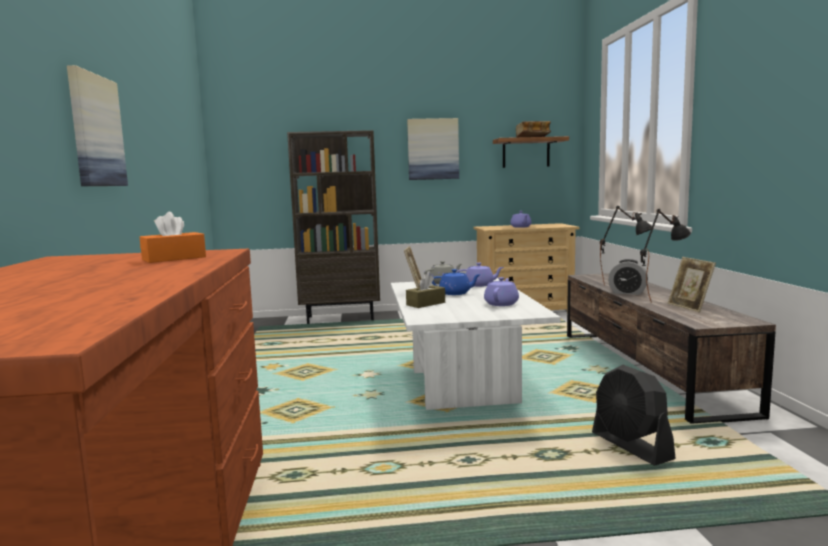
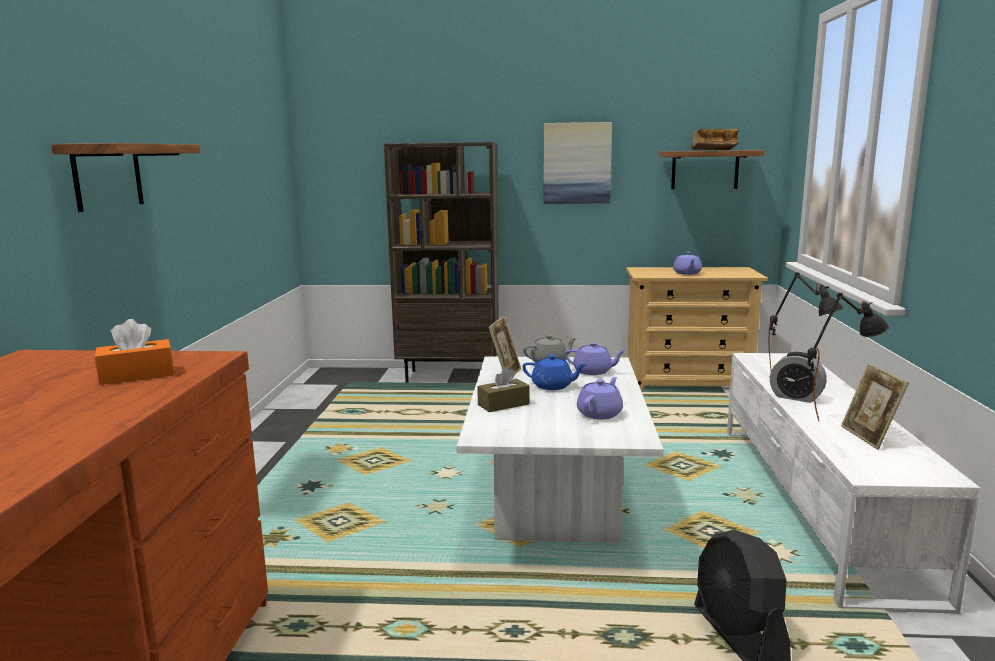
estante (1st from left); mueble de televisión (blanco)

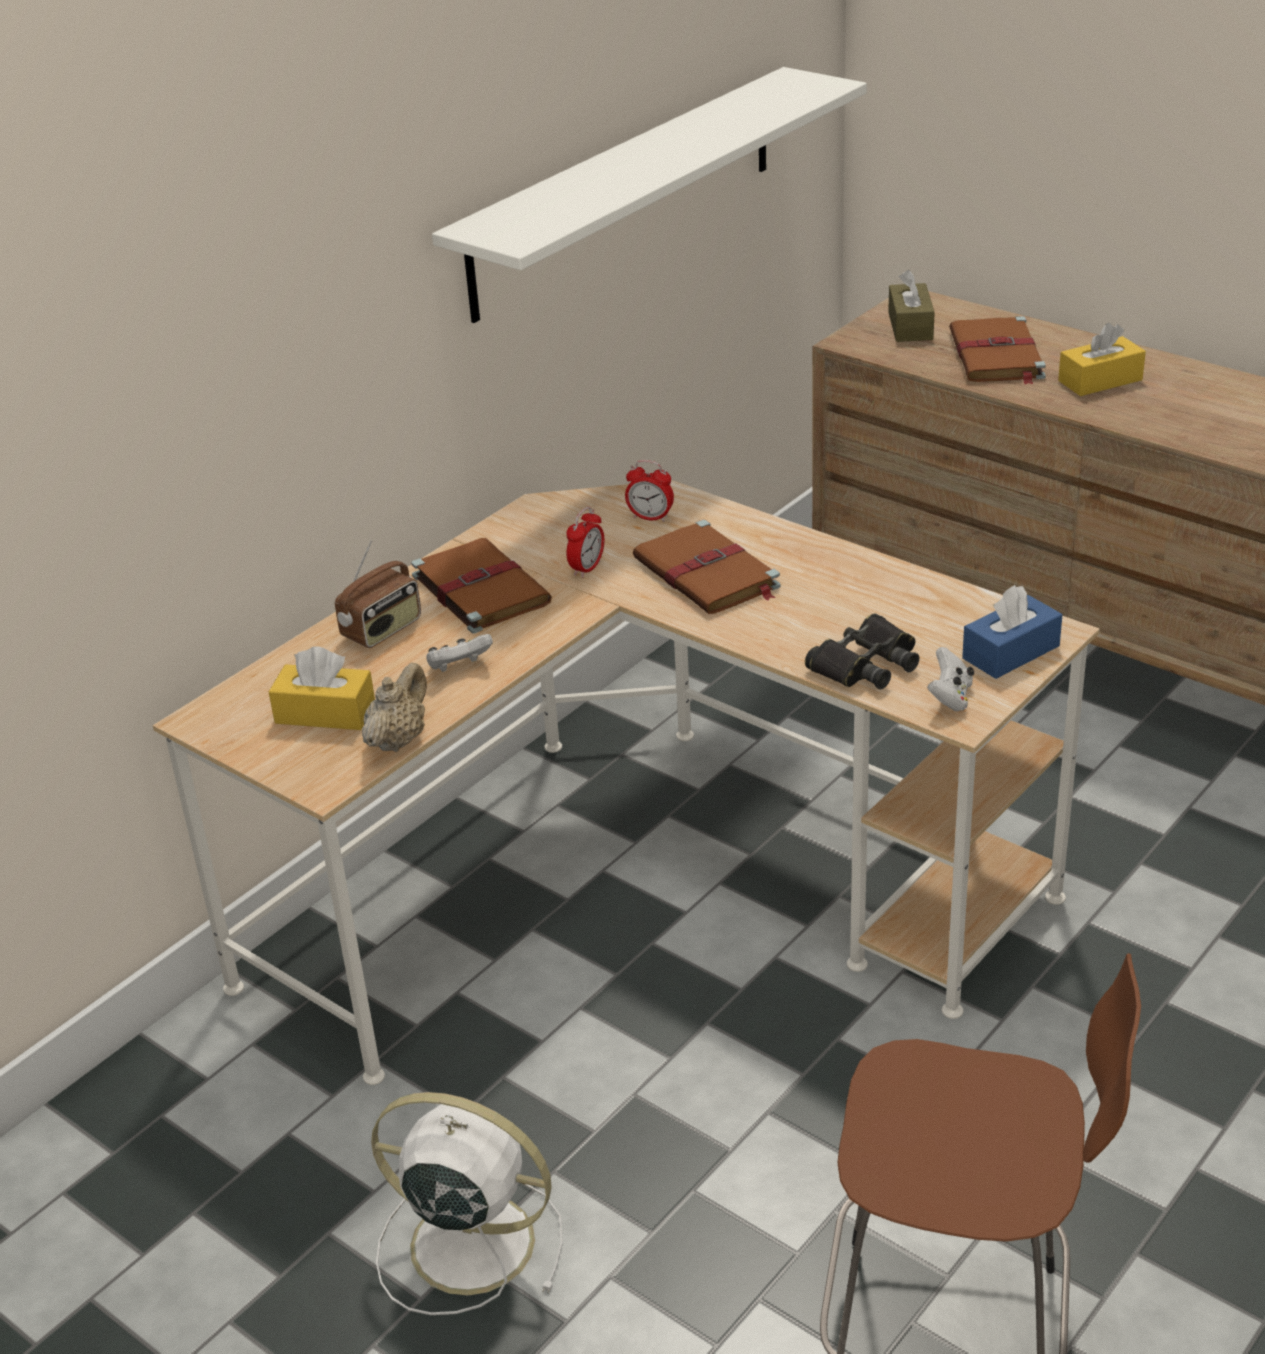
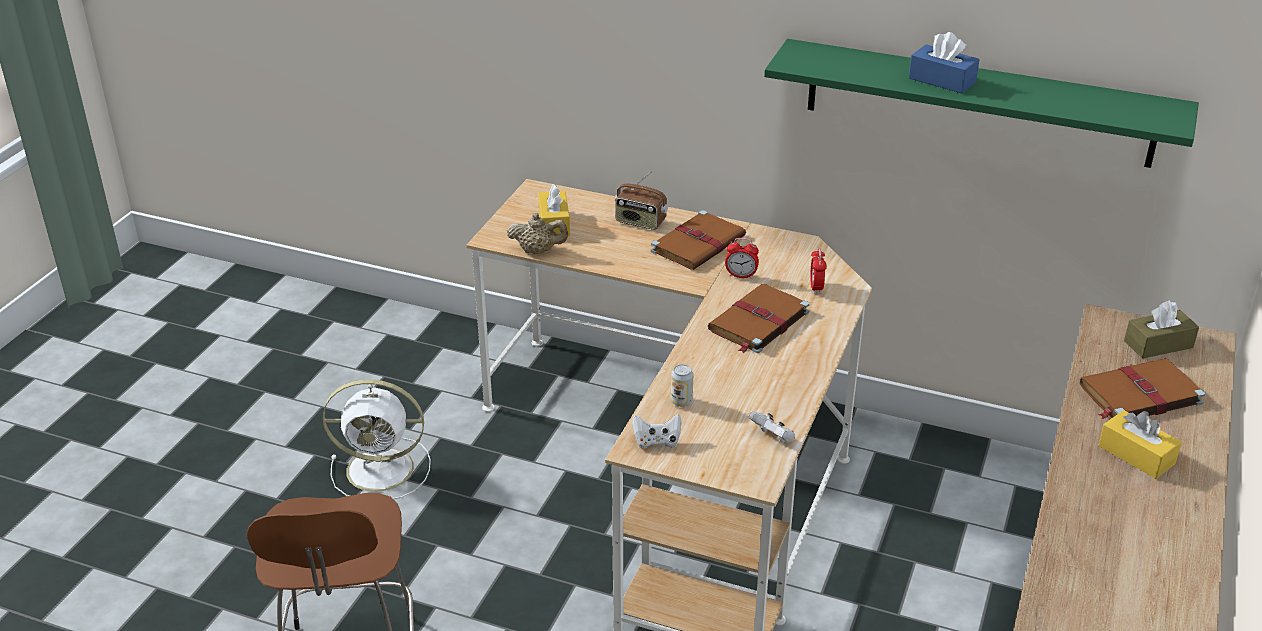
mando de consola (blanco) (2nd from left); caja de pañuelos (azul); lata; estante (verde); ventilador (blanco)

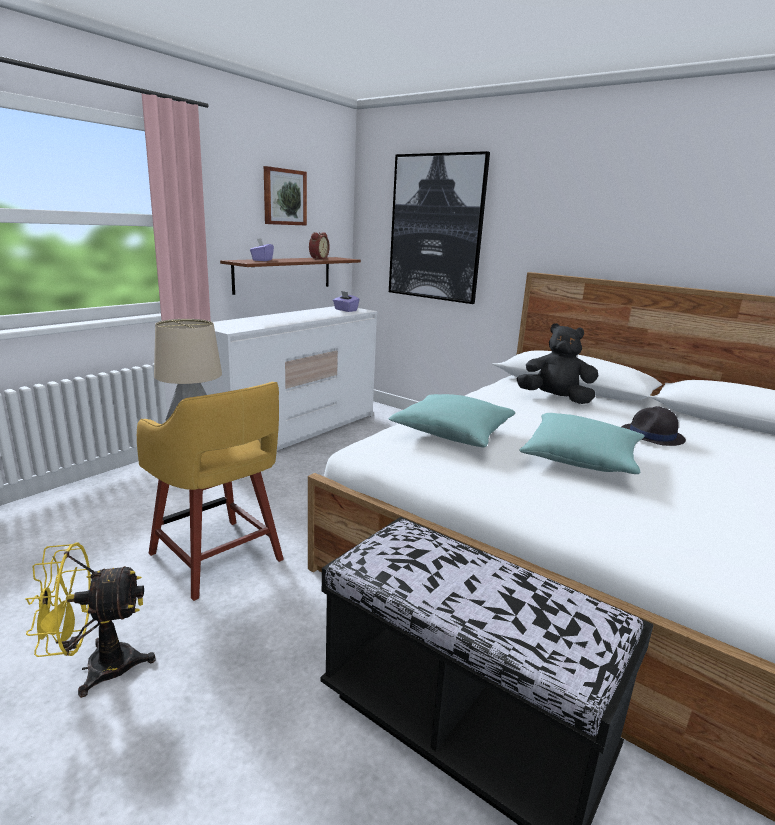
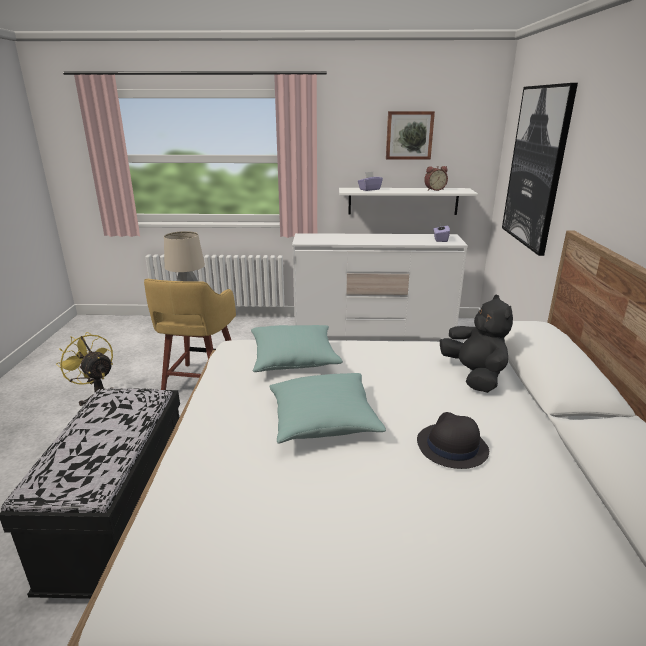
estante (blanco)

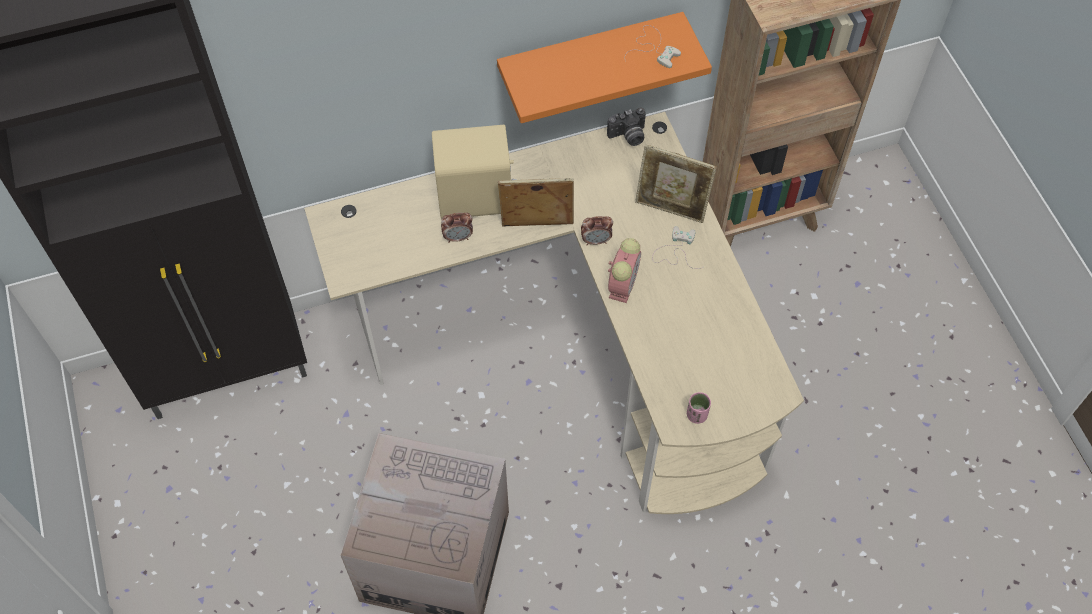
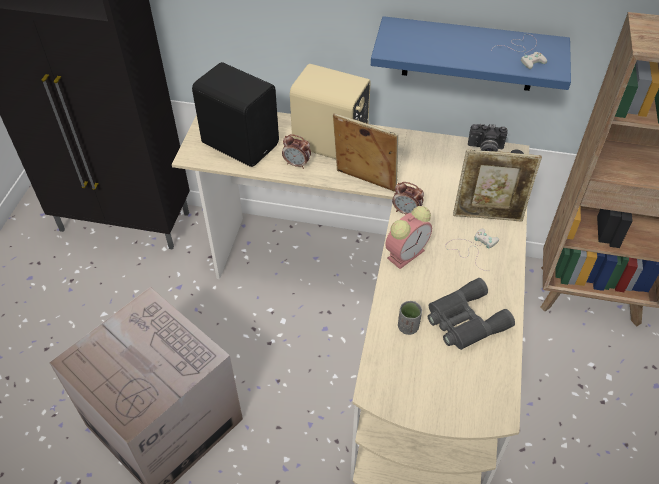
taza (rosa); altavoz (negro); taza (gris); prismáticos (gris); estante (azul); portarretratos (2nd from left)

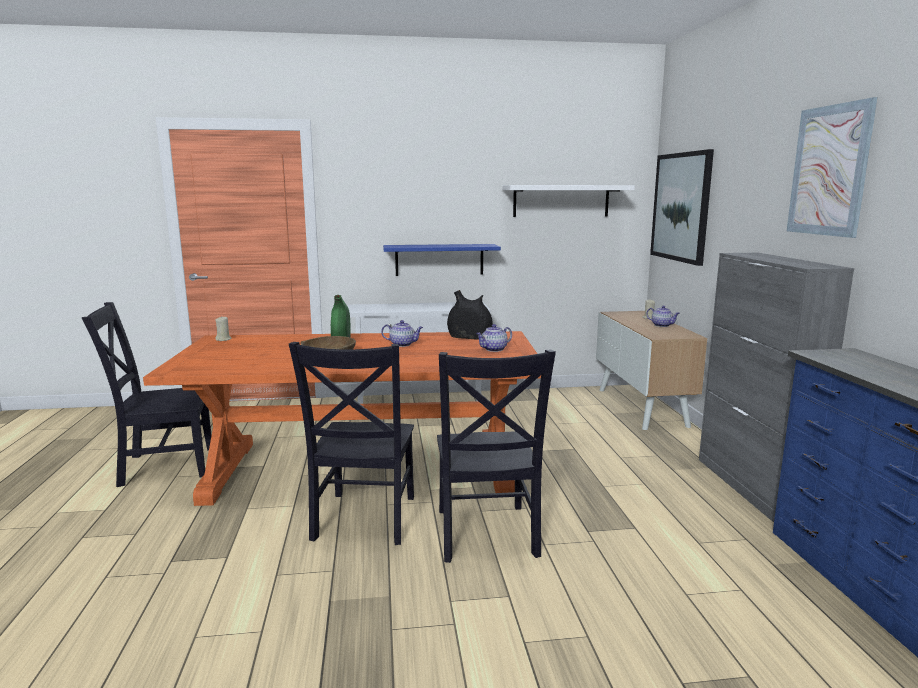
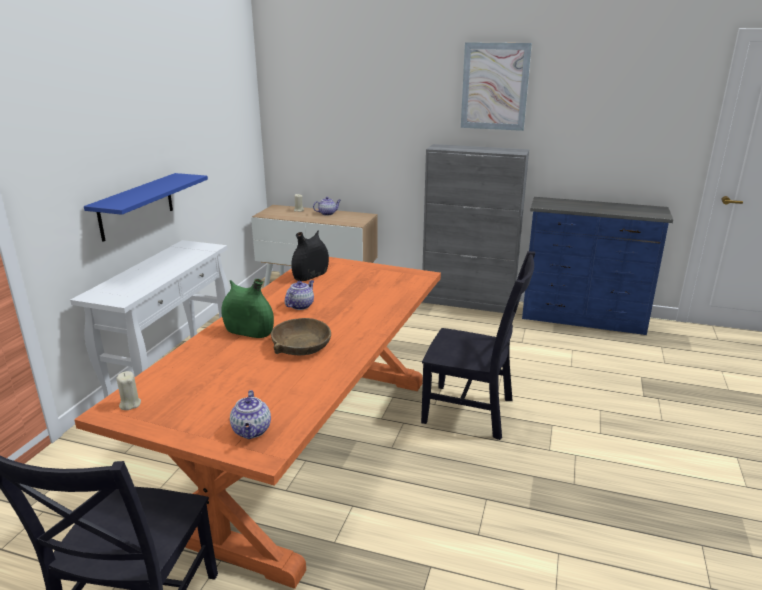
silla (negro) (2nd from left in the first image); estante (blanco); cuadro (1st from left in the first image); tetera (1st from left)

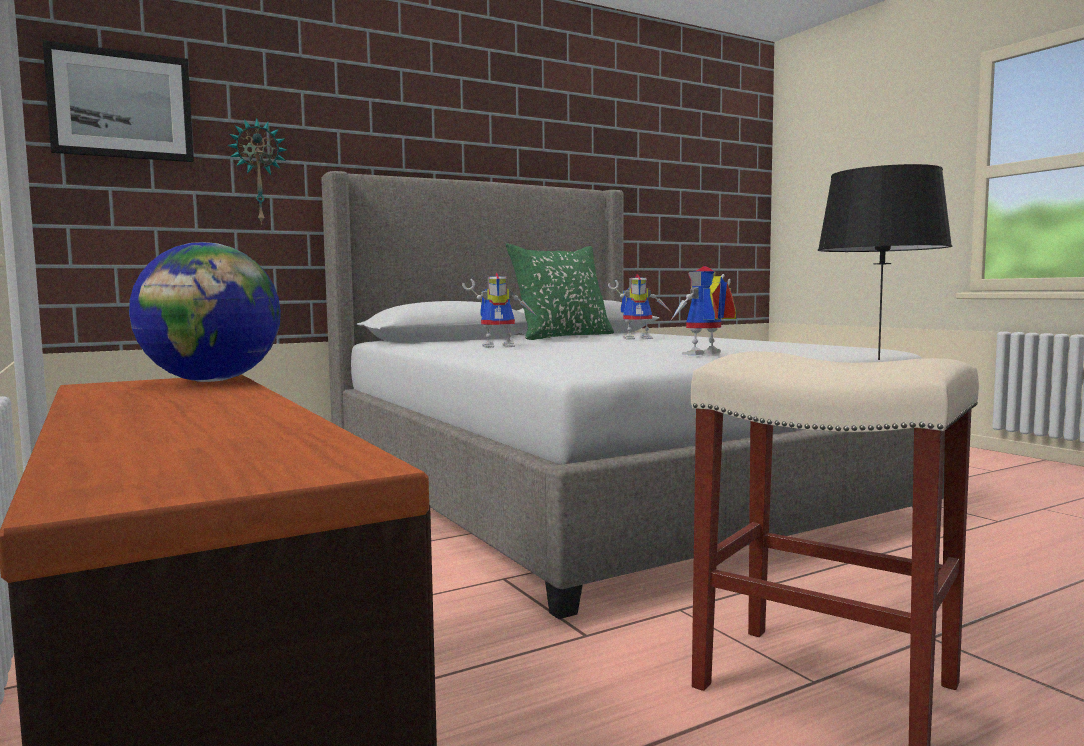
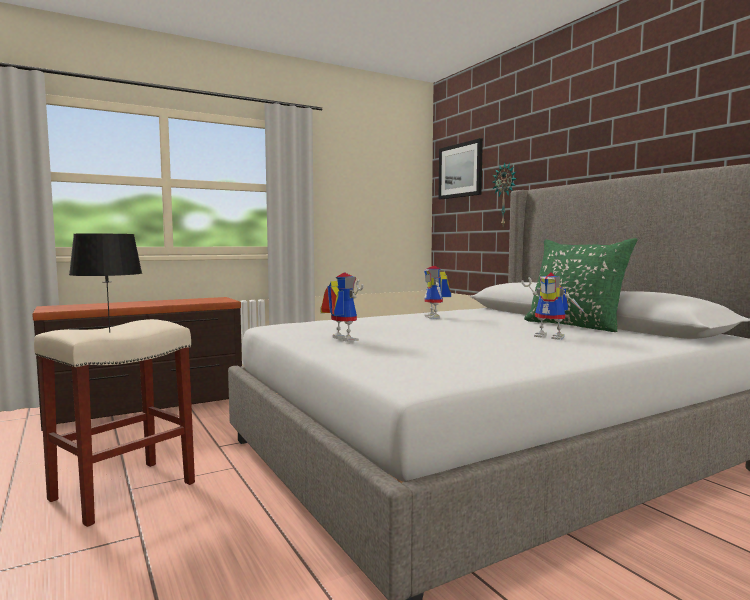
globo terráqueo; robot de juguete (3rd from left)

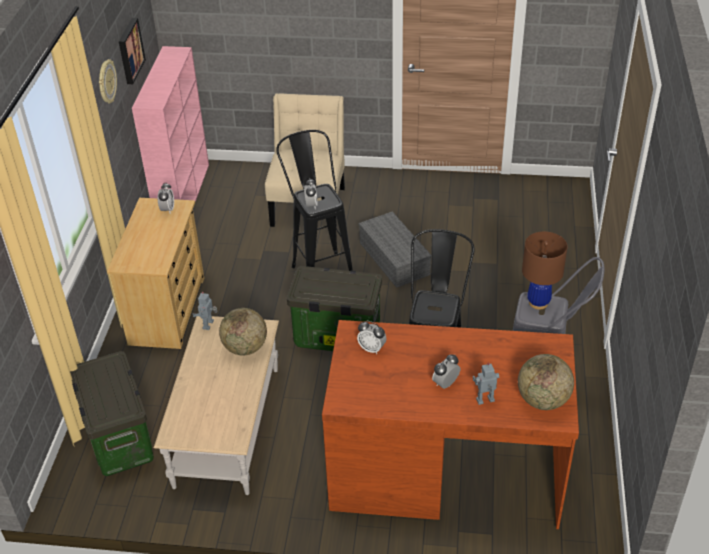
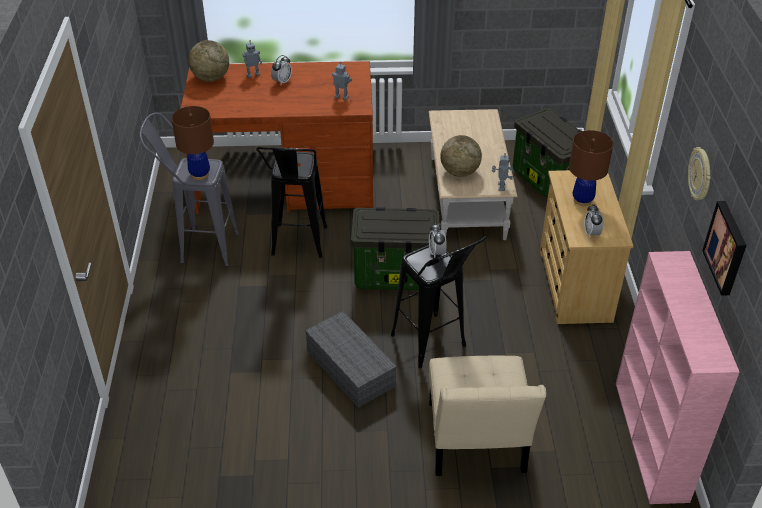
lámpara de mesa (marrón) (2nd from left); robot de juguete (2nd from left)

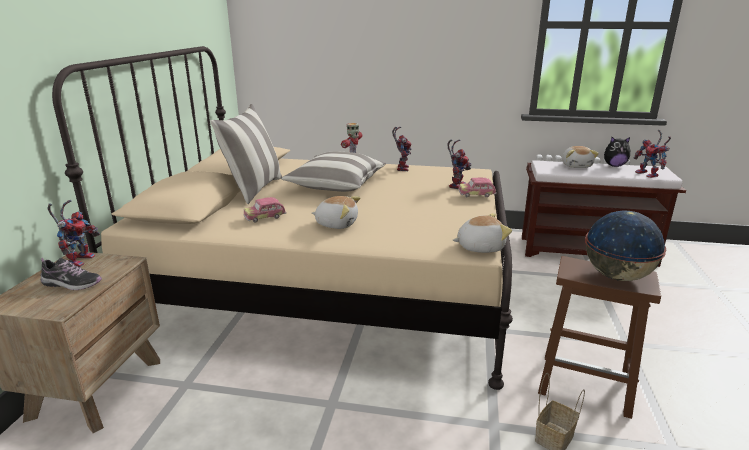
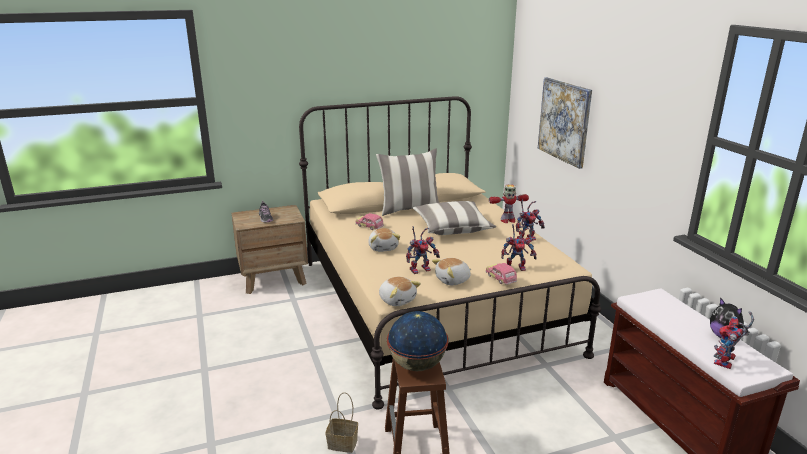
cuadro; robot de juguete (1st from left); peluche (3rd from left)

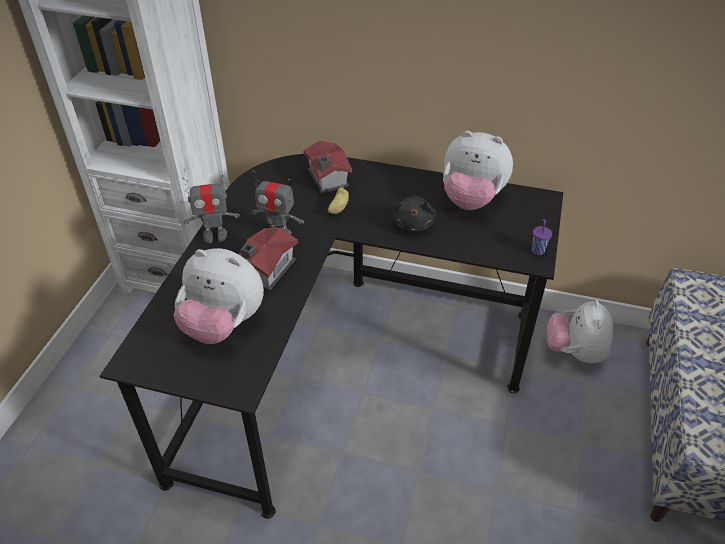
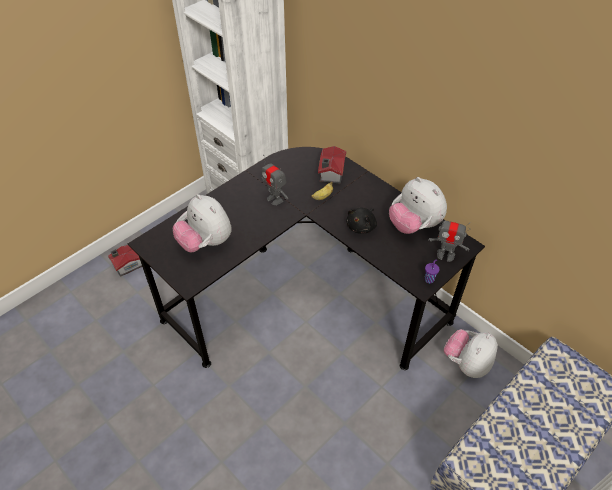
robot de juguete (2nd from left); casita (1st from left)

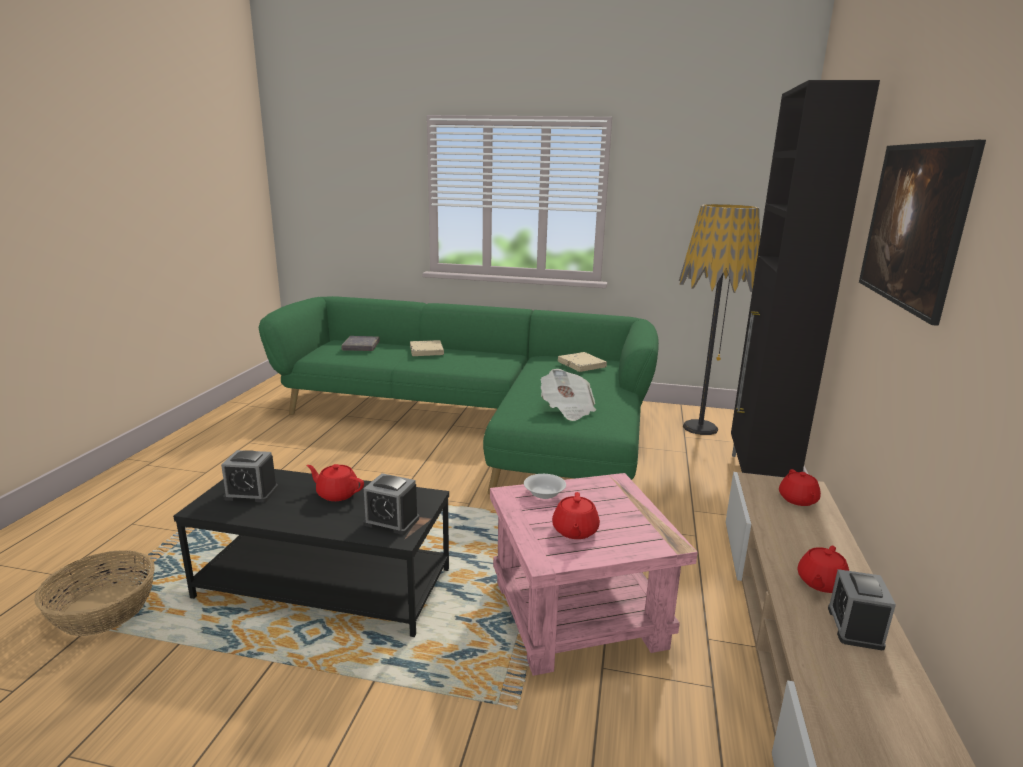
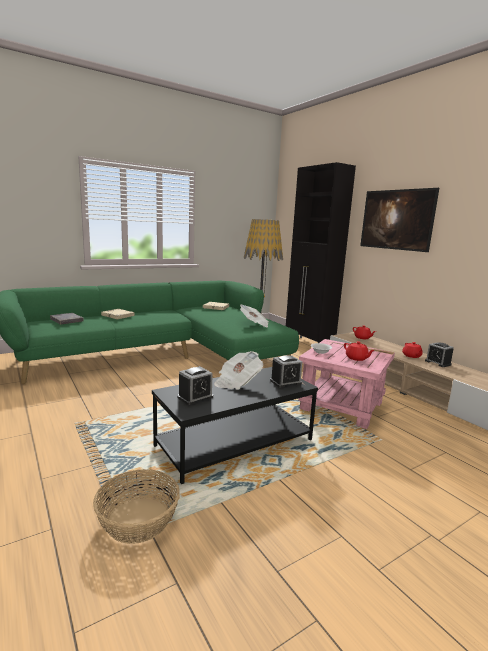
periódico (1st from left)

